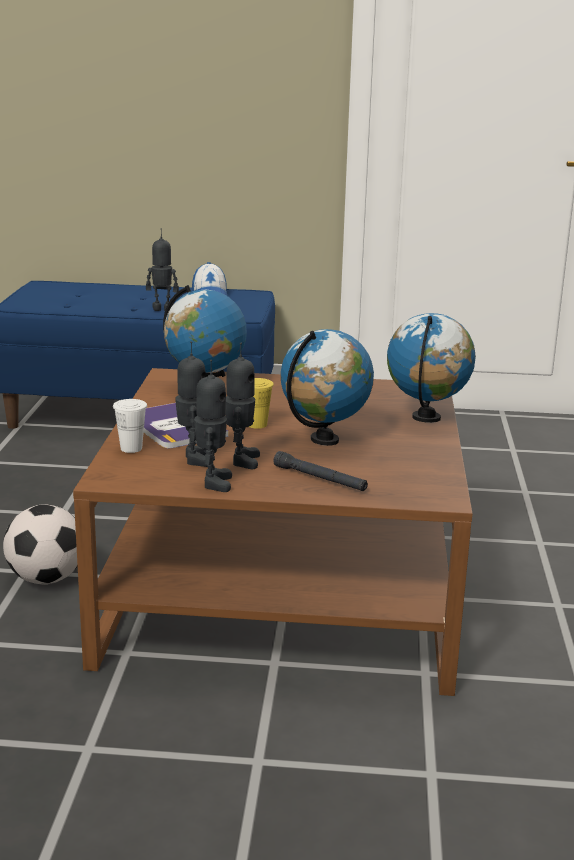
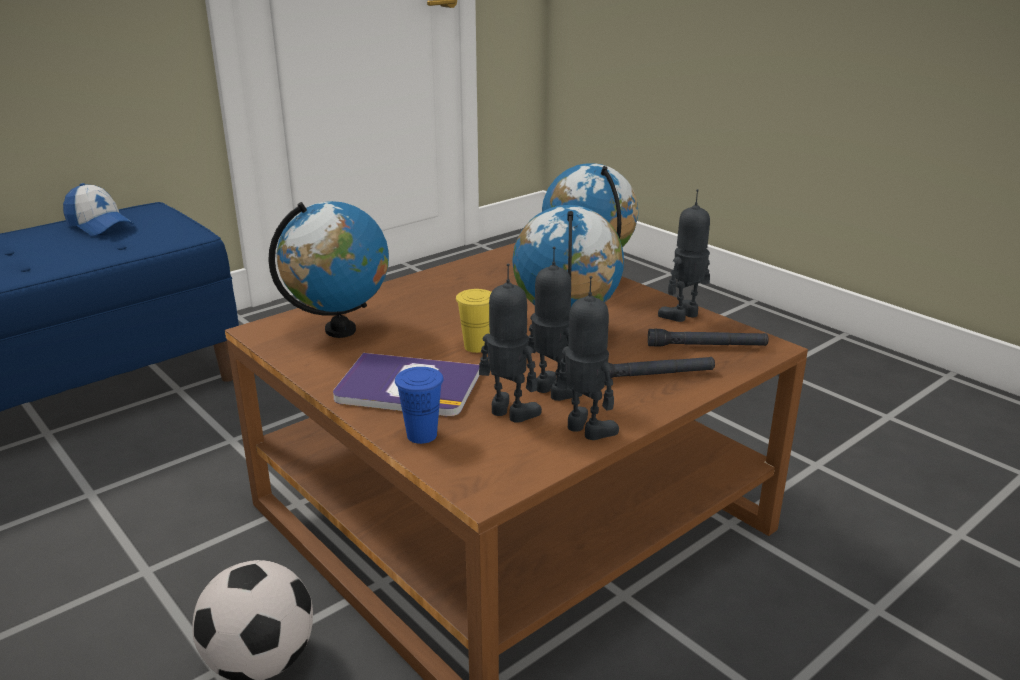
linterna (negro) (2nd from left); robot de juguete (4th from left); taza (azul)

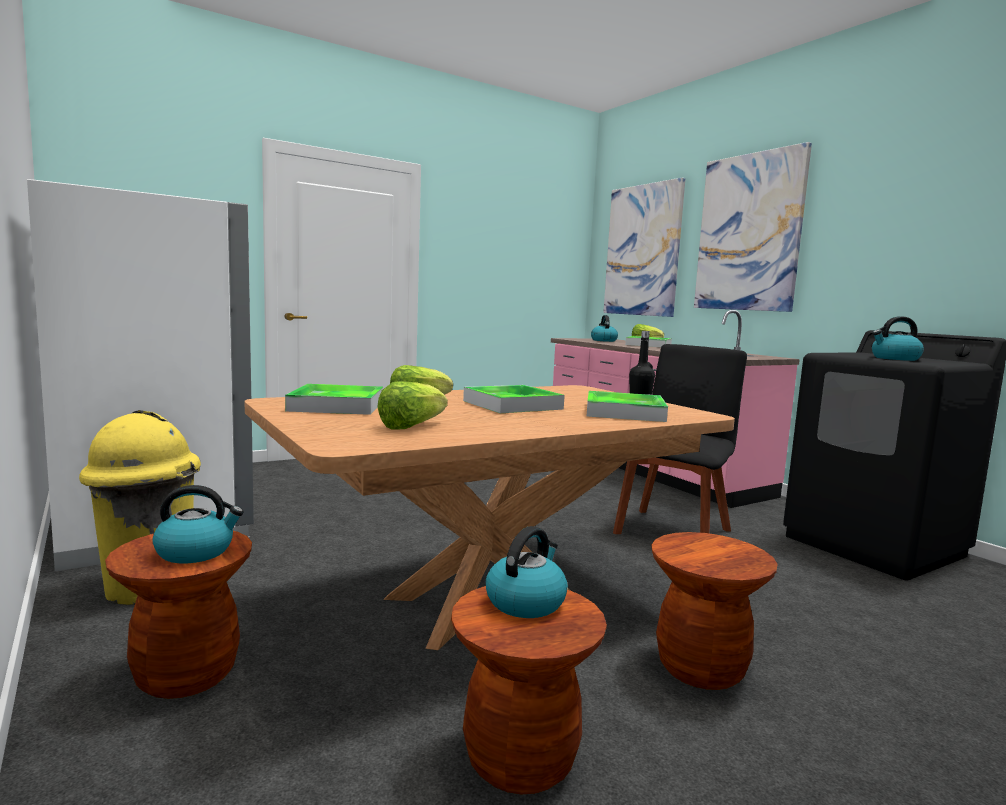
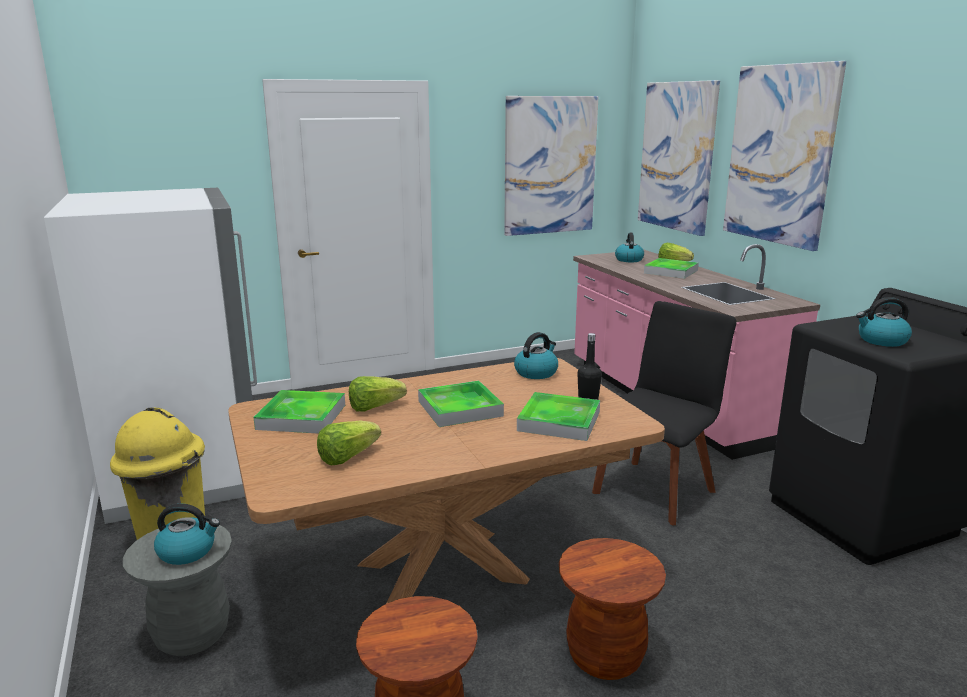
cuadro (1st from left); hervidor (2nd from left); taburete (gris)

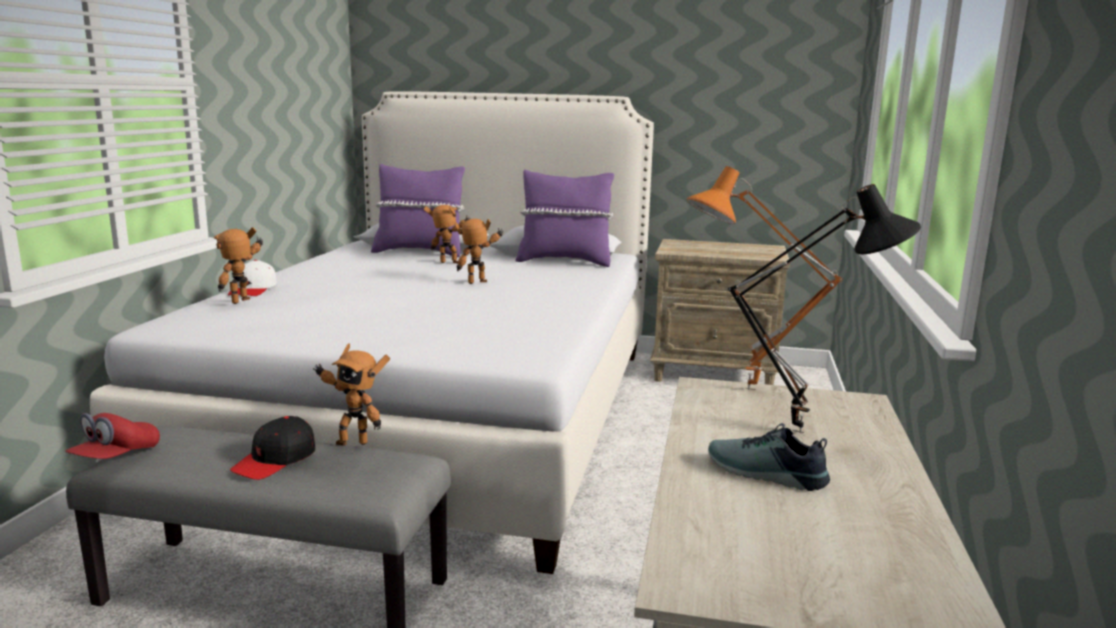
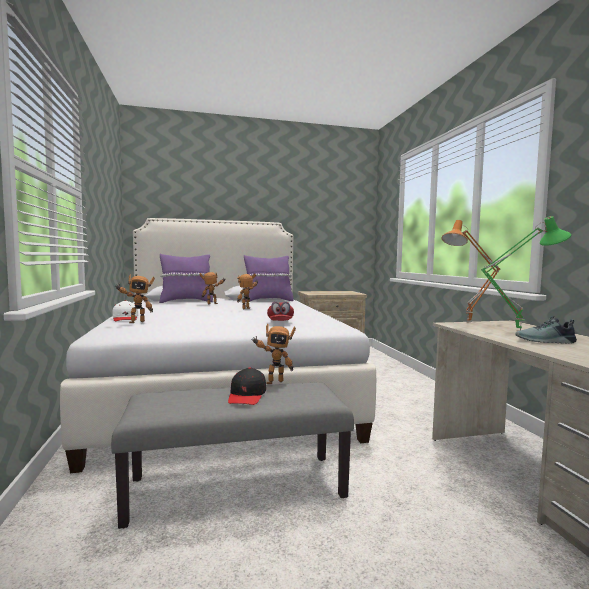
gorra (rojo); lámpara de mesa (verde); robot de juguete (1st from left)

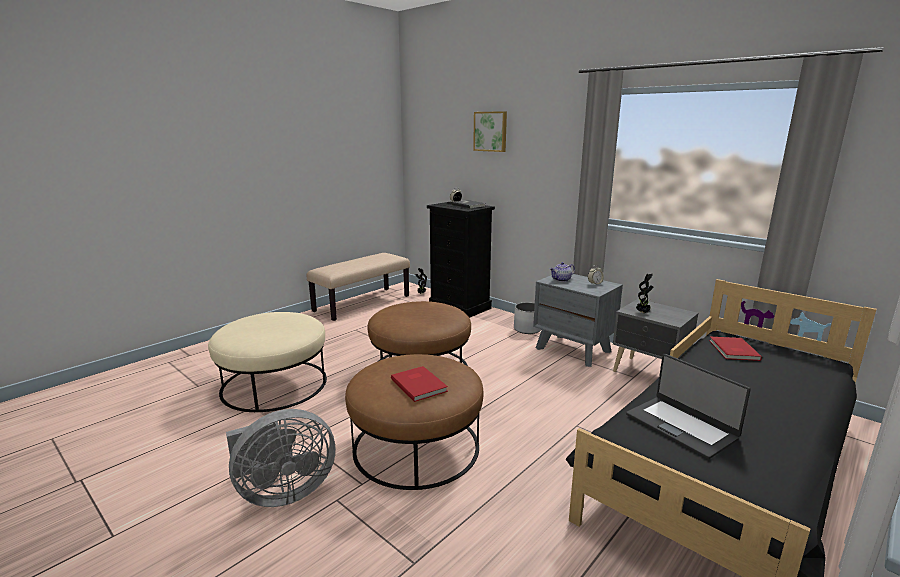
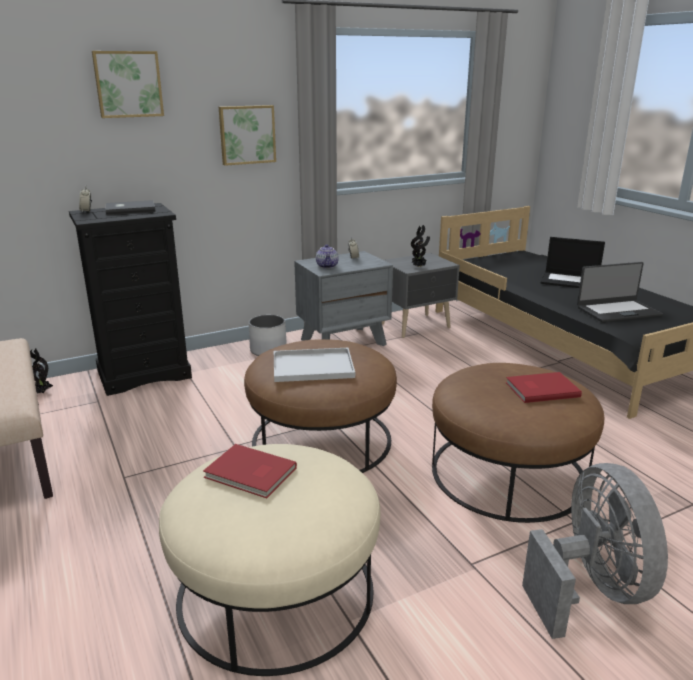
cuadro (2nd from left); bandeja (blanco); portátil (1st from left); libro (rojo) (1st from left)

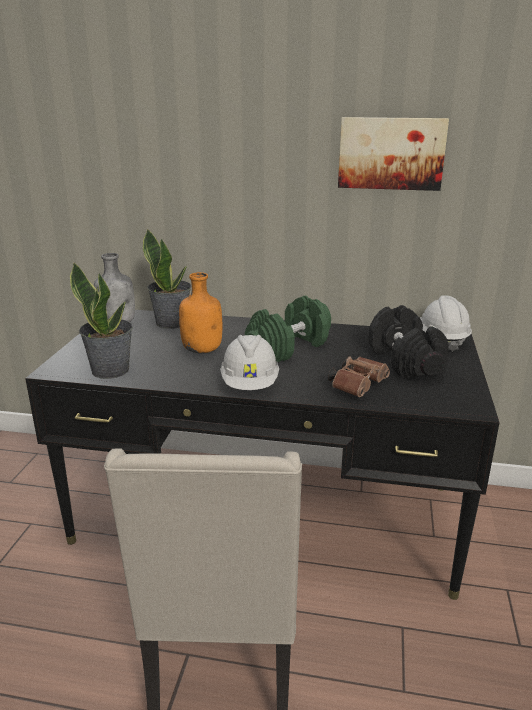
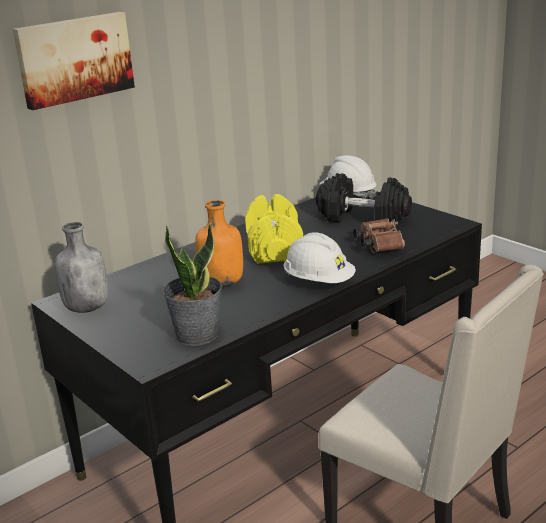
planta en maceta (2nd from left in the first image); cuadro; mancuerna (amarillo)

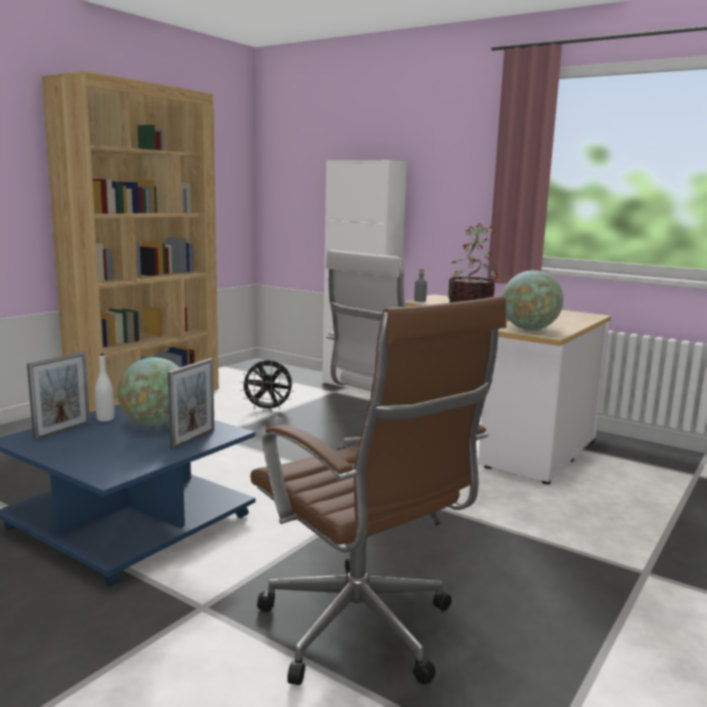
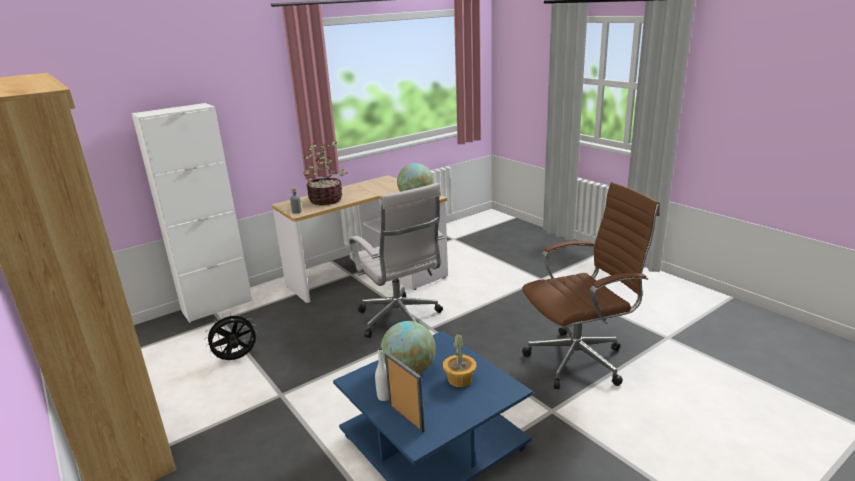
portarretratos (2nd from left in the first image); planta en maceta (2nd from left); ventilador (negro)

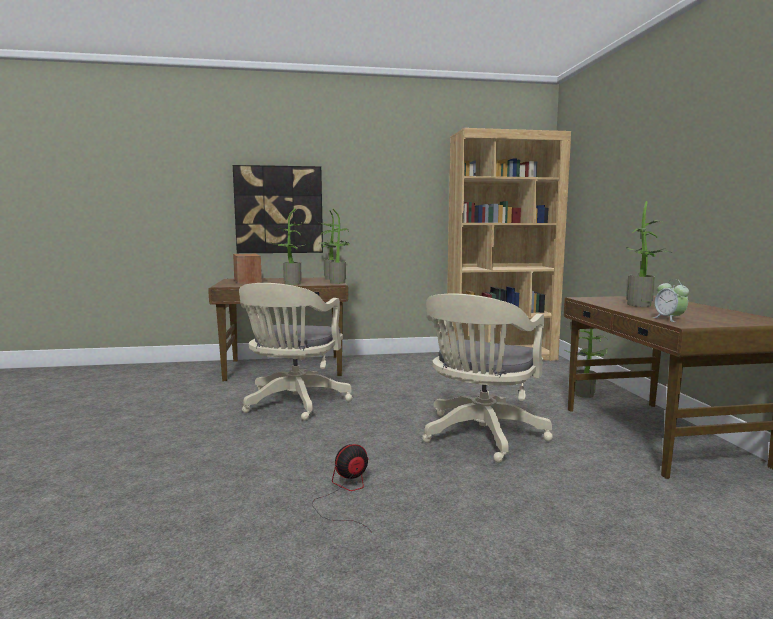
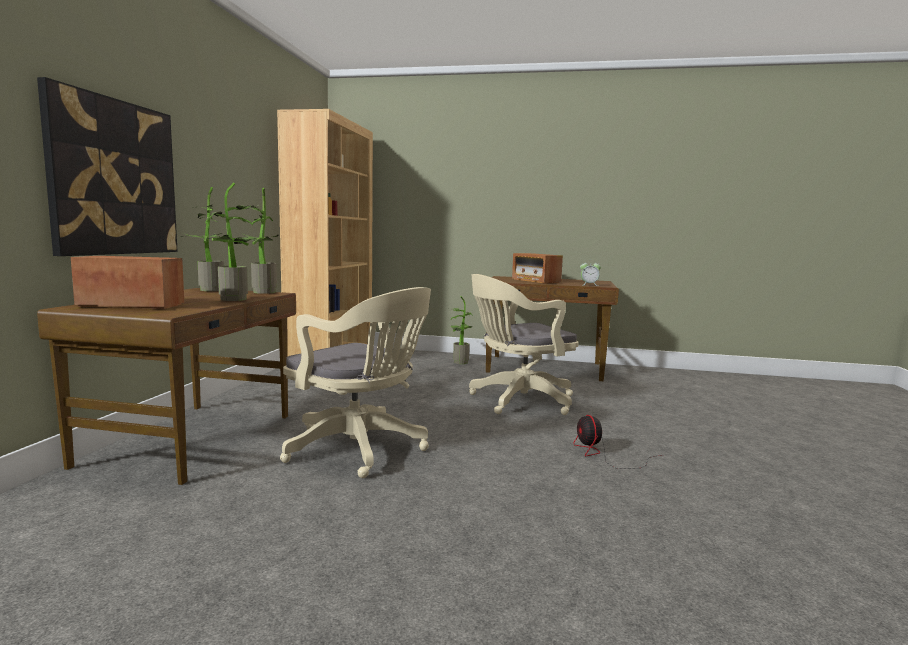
radio (2nd from left); silla de oficina (beis) (2nd from left)

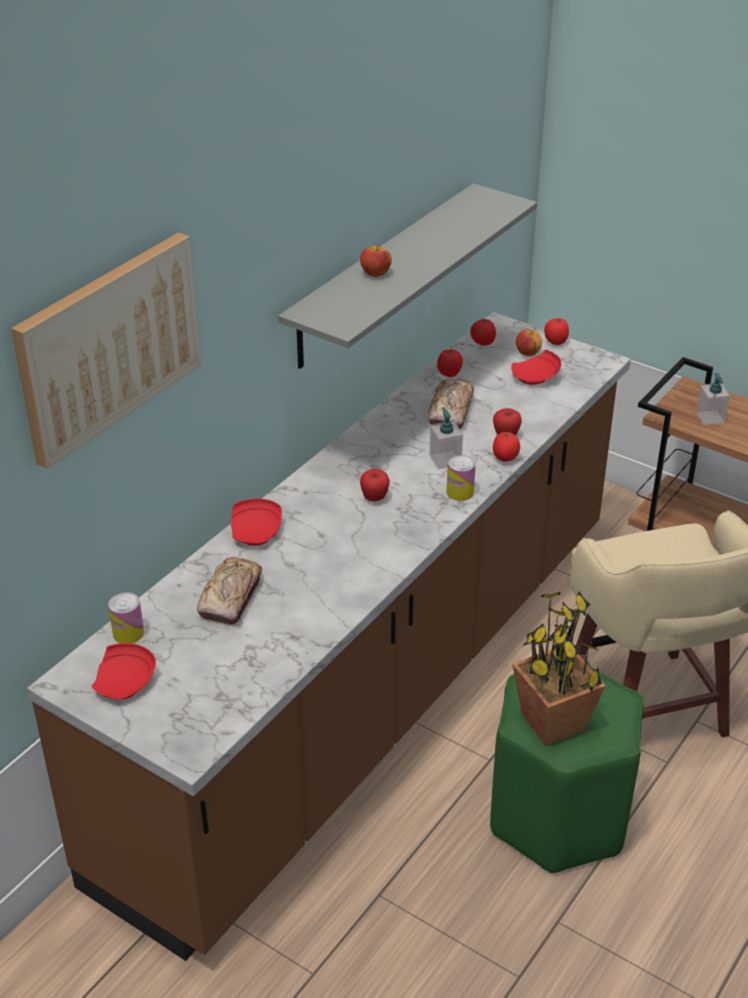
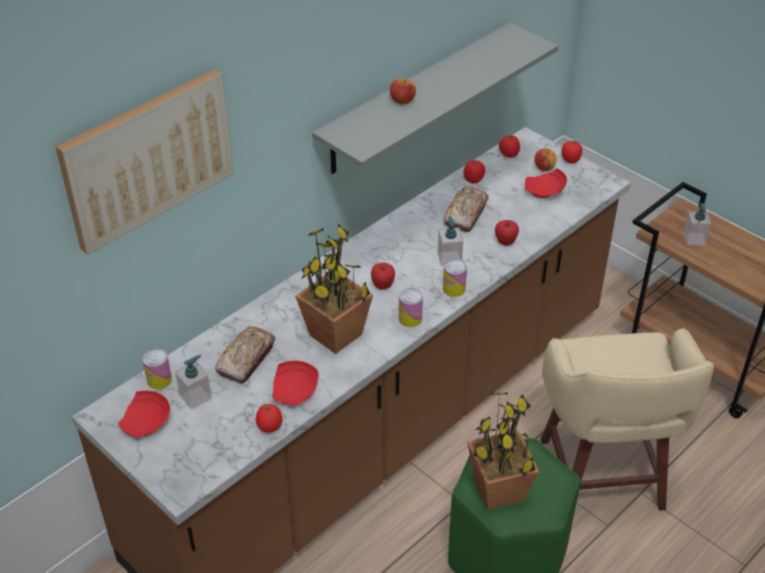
dispensador de jabón (1st from left); planta en maceta (1st from left); lata (2nd from left); plato (rojo) (2nd from left); tomate (1st from left)

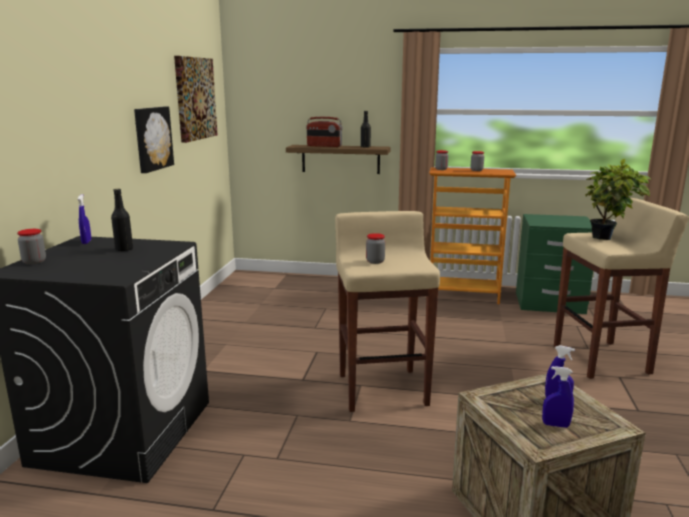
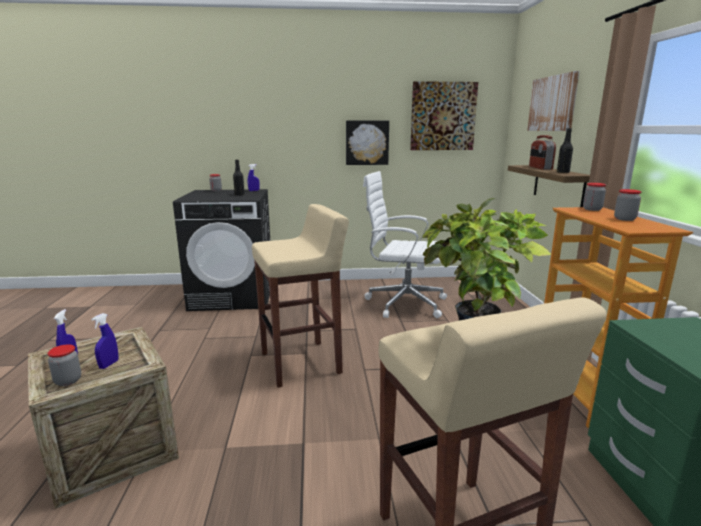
silla de oficina (blanco); cuadro (3rd from left); tarro (1st from left)

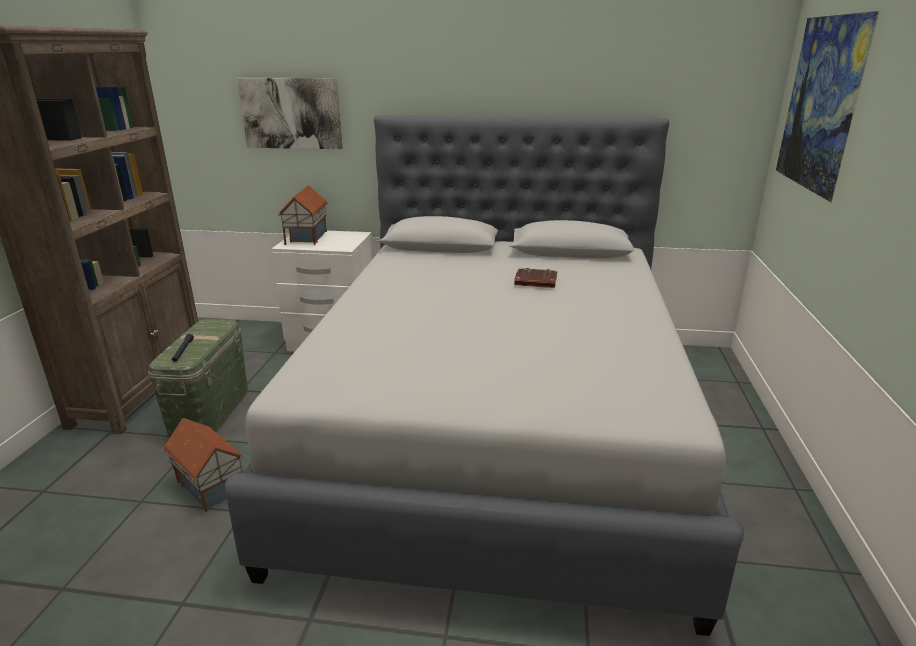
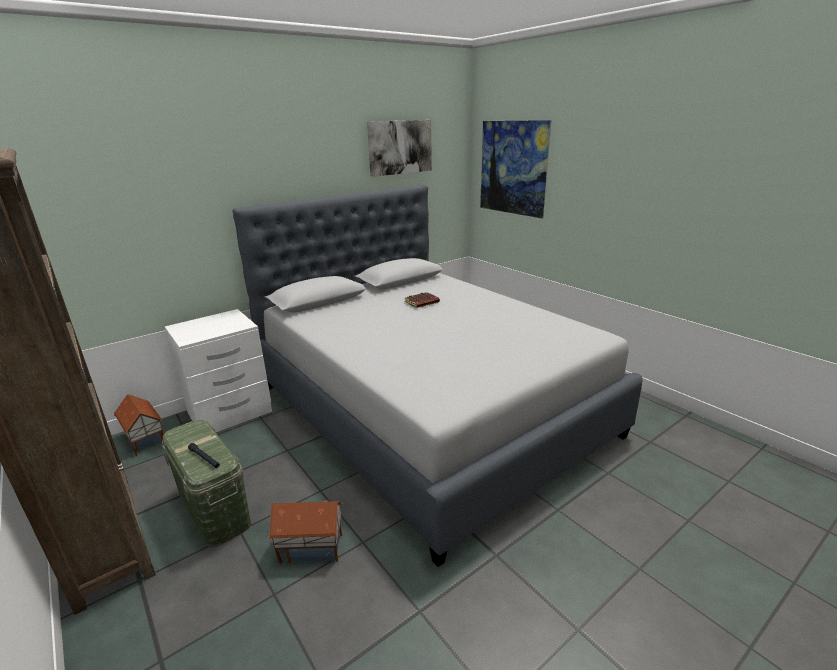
cuadro (1st from left); casita (1st from left)

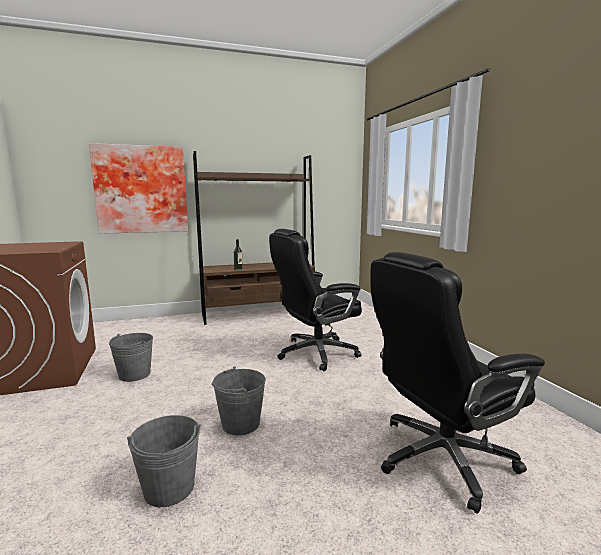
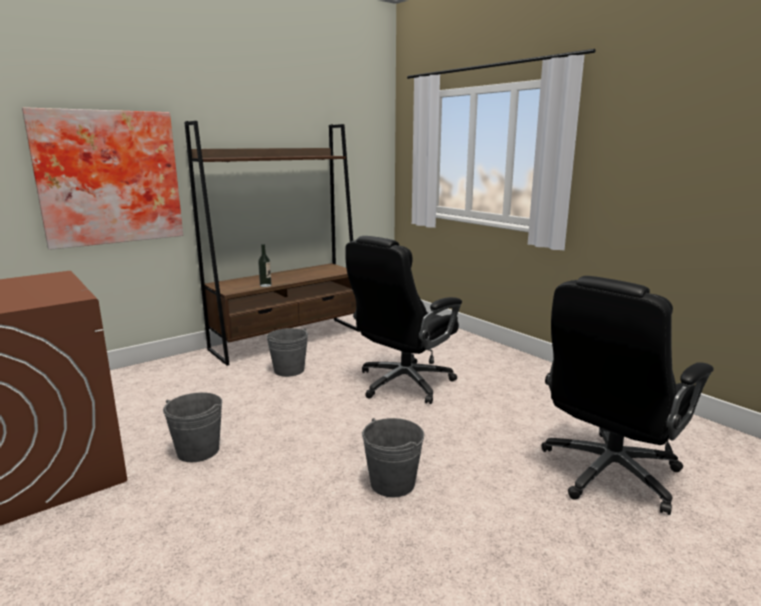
cubo (gris) (2nd from left)

